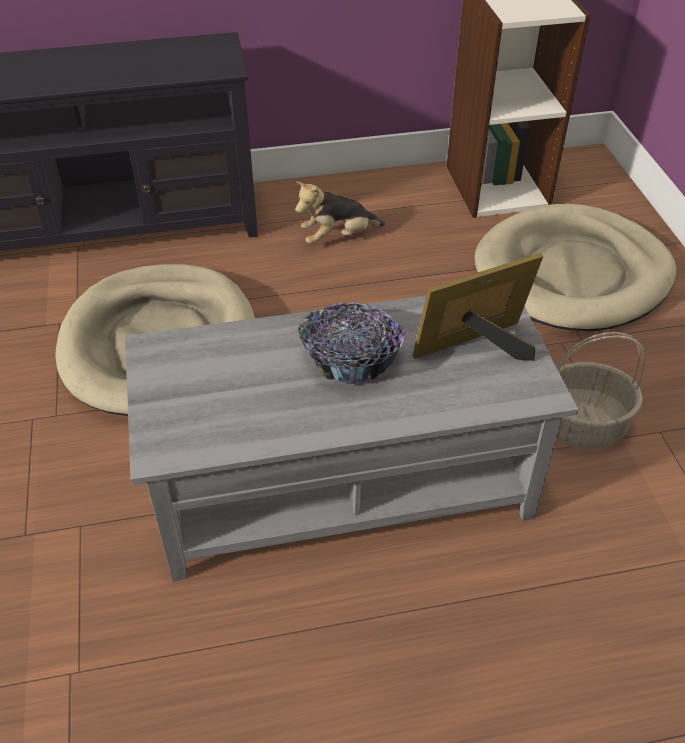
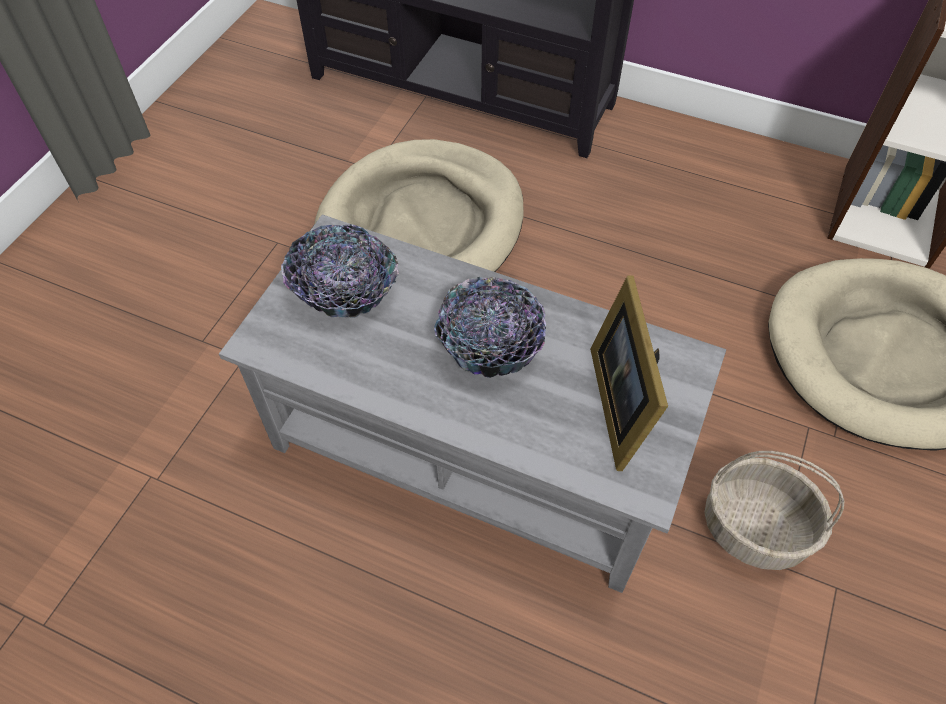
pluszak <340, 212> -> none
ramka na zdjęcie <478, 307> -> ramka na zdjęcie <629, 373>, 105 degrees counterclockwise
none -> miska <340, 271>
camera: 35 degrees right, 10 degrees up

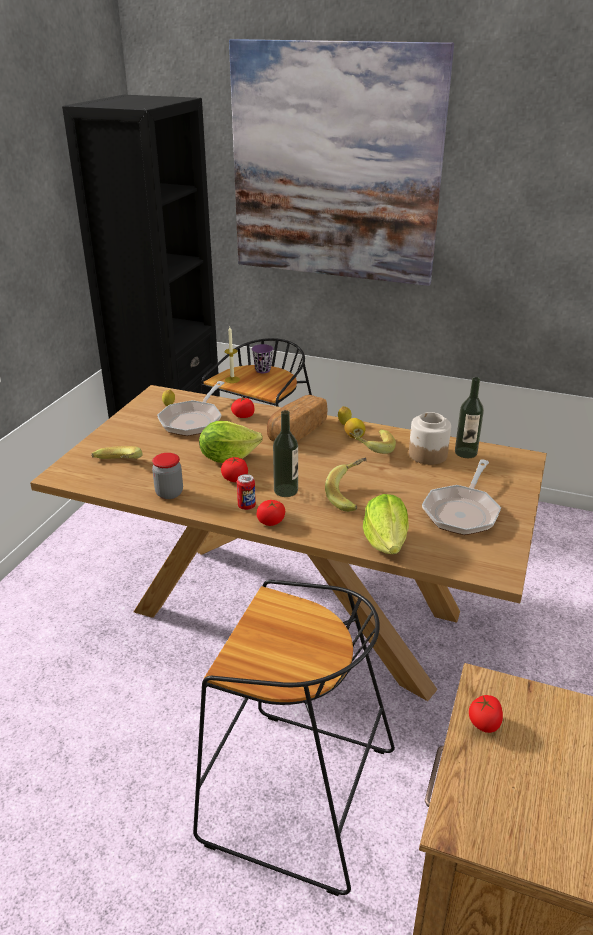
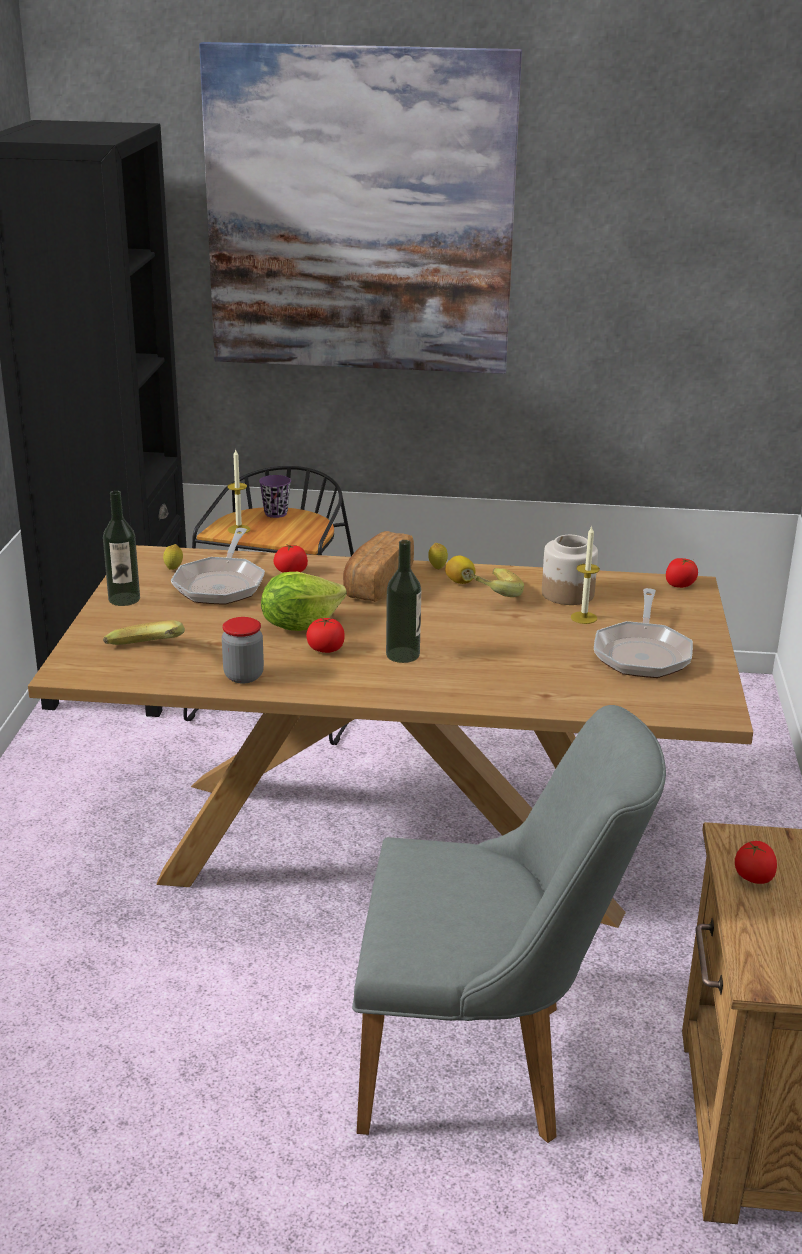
stołek [czarny] <294, 738> -> krzesło [szary] <509, 924>
puszka <246, 492> -> none
pomidor <271, 513> -> pomidor <682, 573>, shifted
banan <346, 485> -> none
sałata <386, 524> -> none
butelka <469, 417> -> butelka <121, 548>, shifted
none -> świeca <585, 575>
camera: 15 degrees left, 5 degrees down

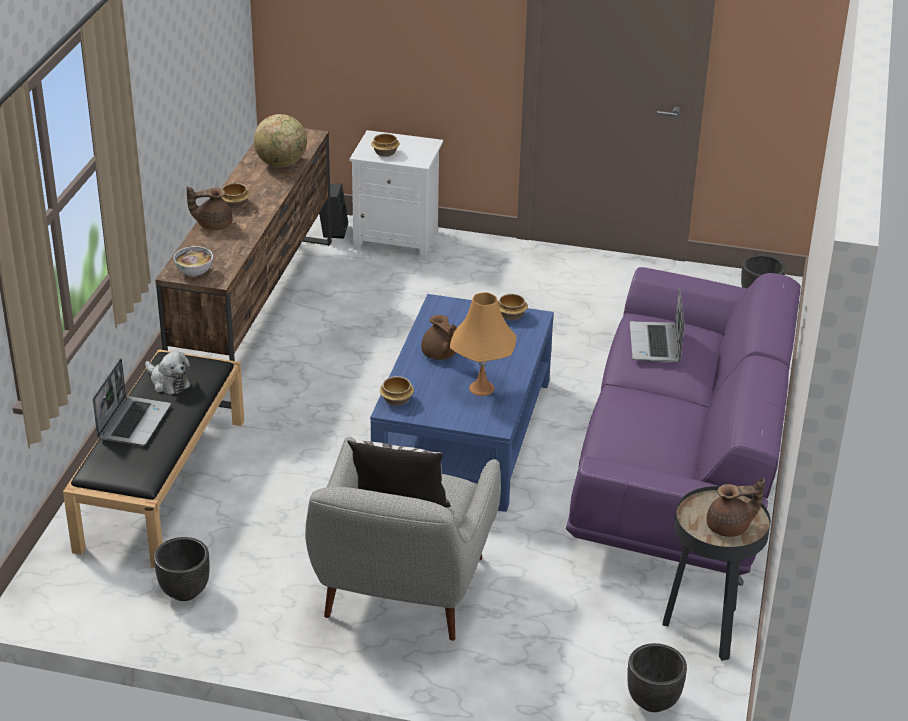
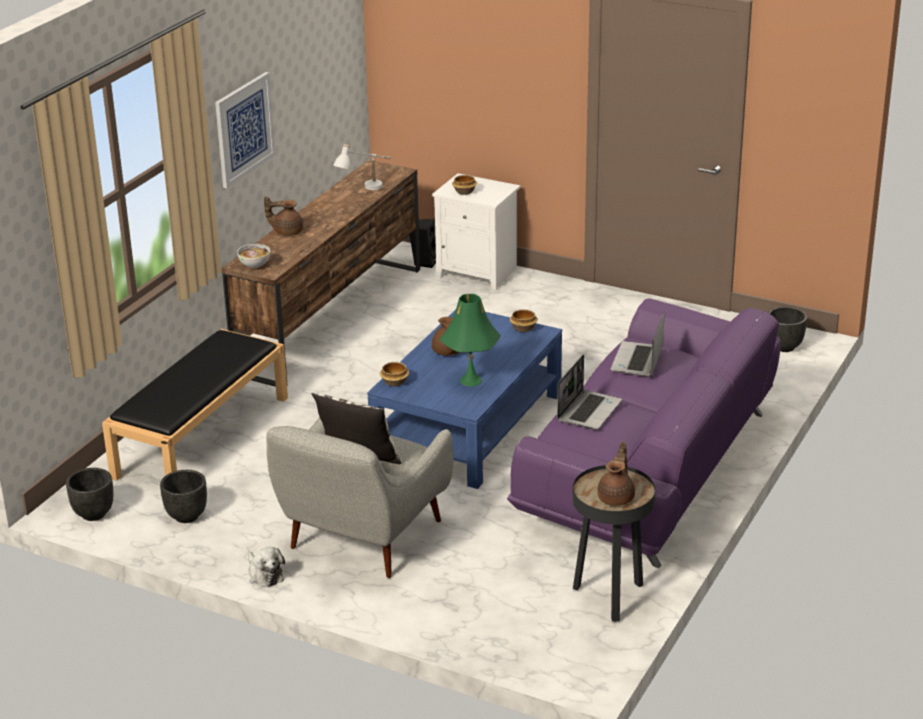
laptop <132, 402> -> laptop <589, 392>, shifted
pluszak <167, 372> -> pluszak <266, 567>, shifted
miska <236, 196> -> none
globus <280, 140> -> lampa stołowa [biały] <362, 167>
lampa stołowa [pomarańczowy] <483, 344> -> lampa stołowa [zielony] <470, 340>
donica [czarny] <657, 677> -> donica [czarny] <89, 494>, shifted
imbryk [brązowy] <736, 507> -> imbryk [brązowy] <616, 473>, 75 degrees counterclockwise
none -> obraz <245, 130>
camera: 15 degrees right, 5 degrees down

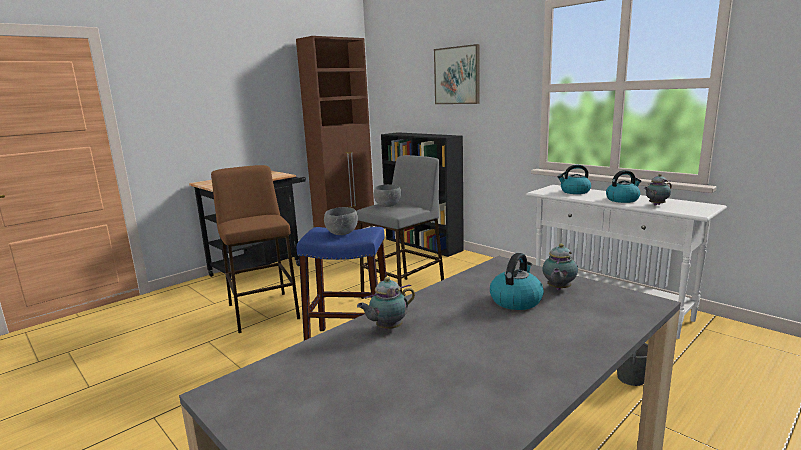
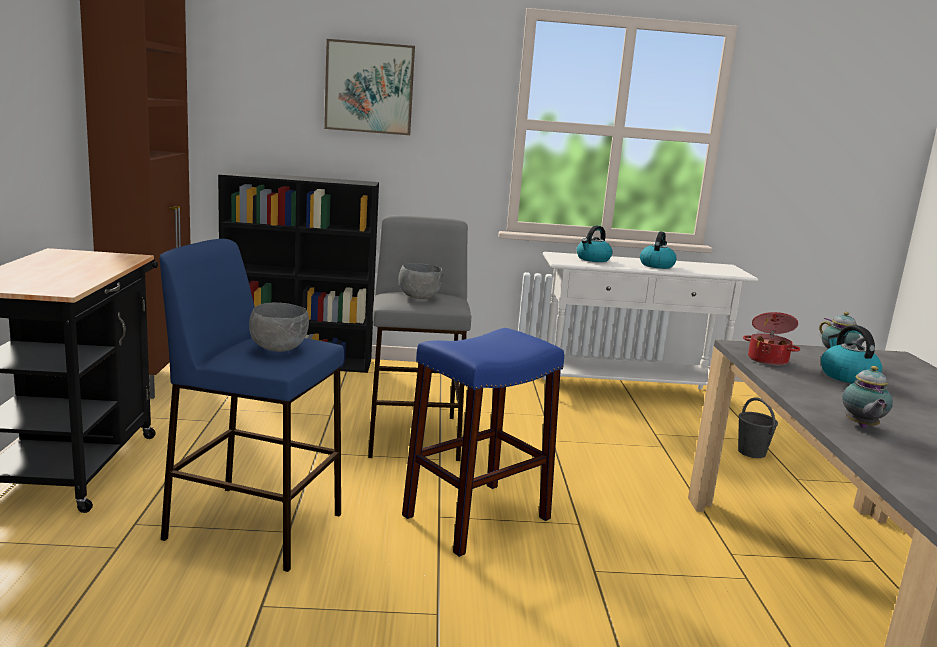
stołek [brązowy] <255, 249> -> stołek [niebieski] <252, 405>
miska [szary] <341, 221> -> miska [szary] <279, 327>, shifted
imbryk <658, 189> -> none
none -> garnek <771, 339>
camera: 50 degrees left, 0 degrees up

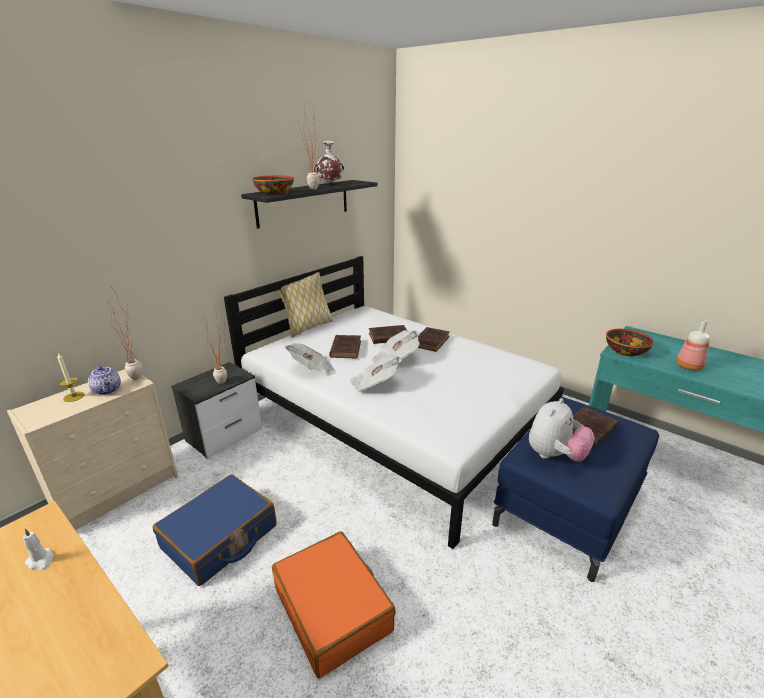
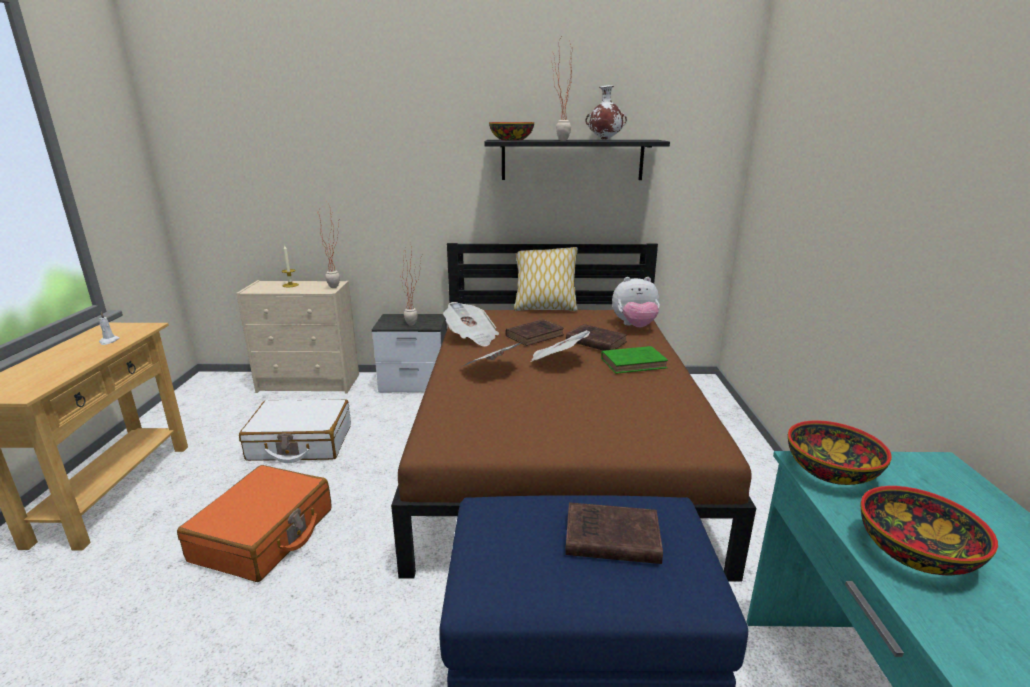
imbryk <104, 380> -> none
walizka [niebieski] <214, 530> -> walizka [biały] <295, 431>
łóżko [biały] <394, 402> -> łóżko [brązowy] <573, 412>
książka [brązowy] <433, 339> -> książka [zielony] <634, 360>
pluszak <562, 430> -> pluszak <636, 302>, shifted
butelka <693, 345> -> miska <929, 530>
camera: 50 degrees right, 5 degrees down

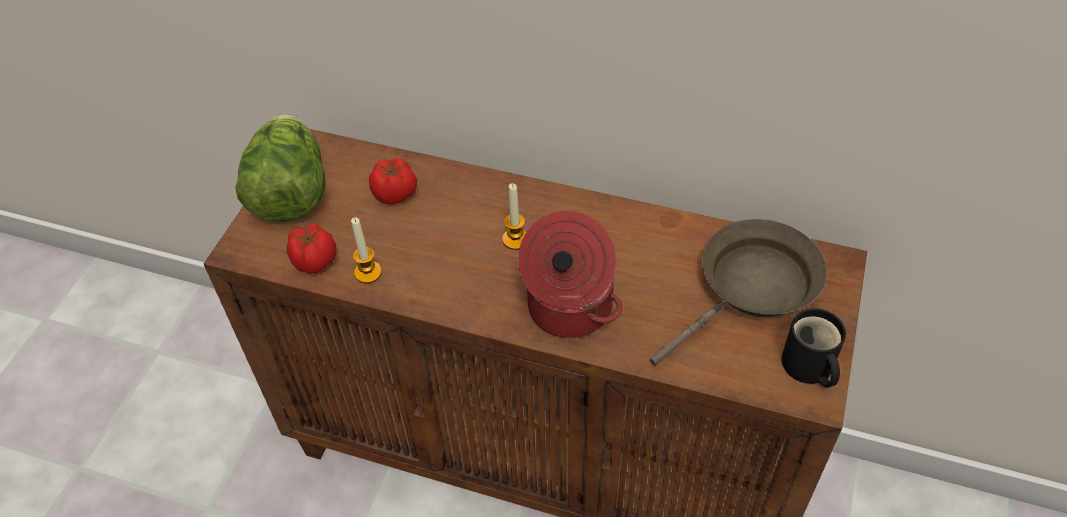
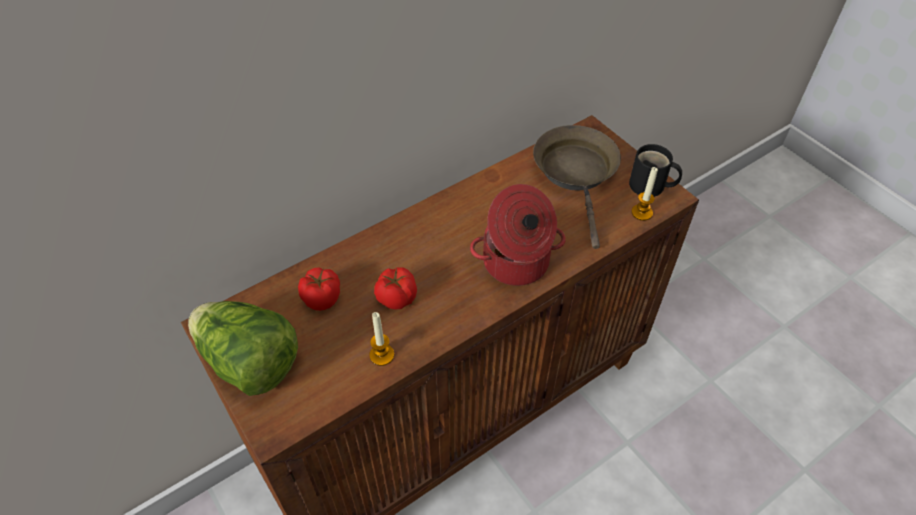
pomidor <312, 249> -> pomidor <395, 288>, shifted
świeca <514, 216> -> świeca <644, 194>, shifted
camera: 55 degrees left, 0 degrees up

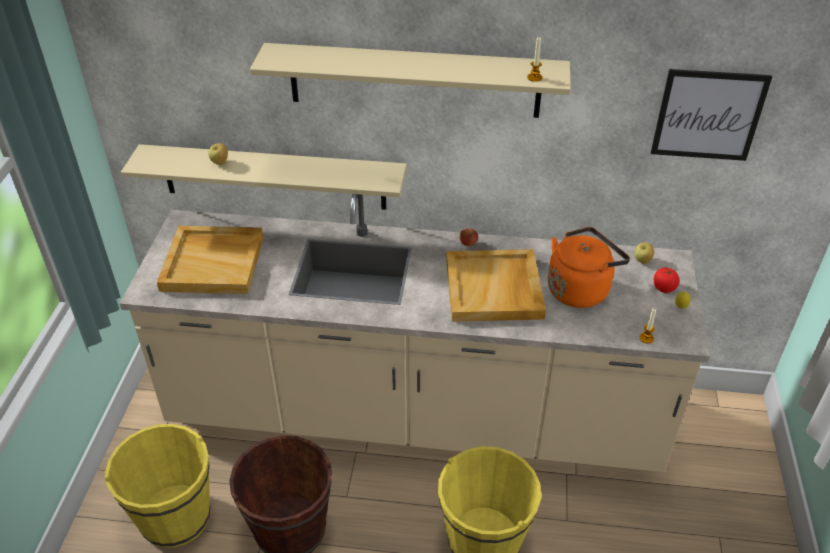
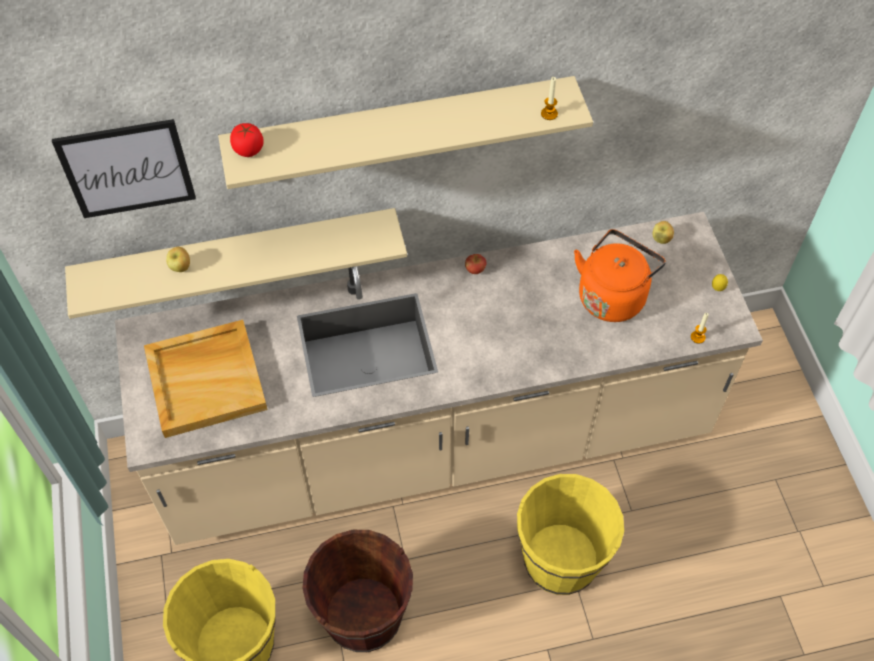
taca [beżowy] <496, 285> -> none
obraz <711, 115> -> obraz <124, 168>, shifted
pomidor <666, 280> -> pomidor <247, 140>, shifted
camera: 20 degrees left, 15 degrees up

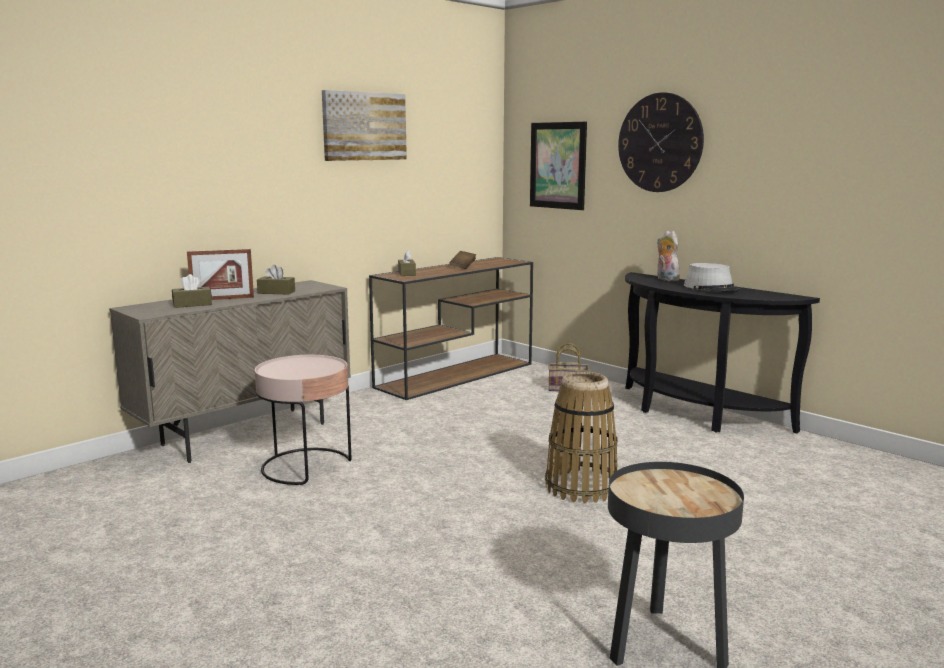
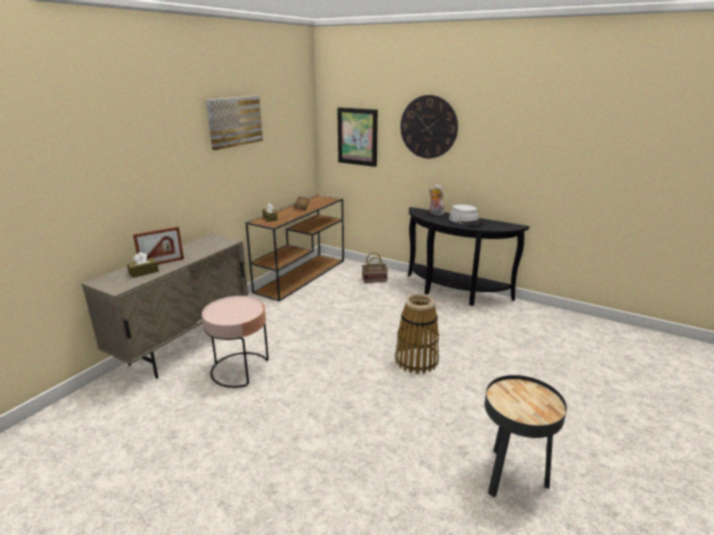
pudełko chusteczek [brązowy] <276, 279> -> none
camera: 15 degrees left, 10 degrees up

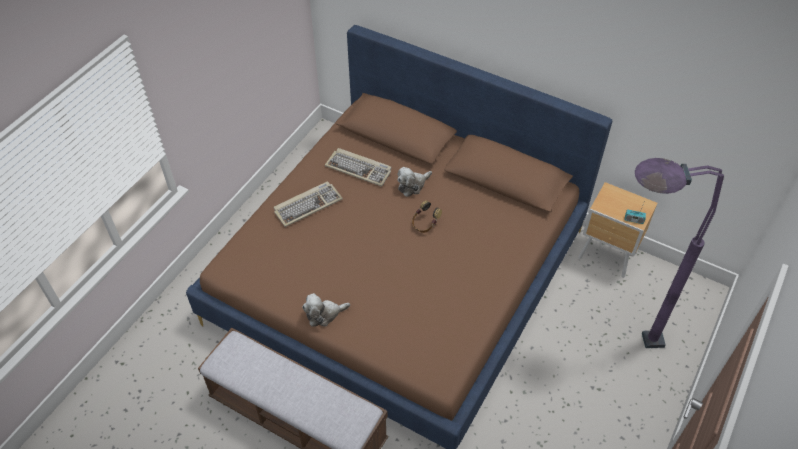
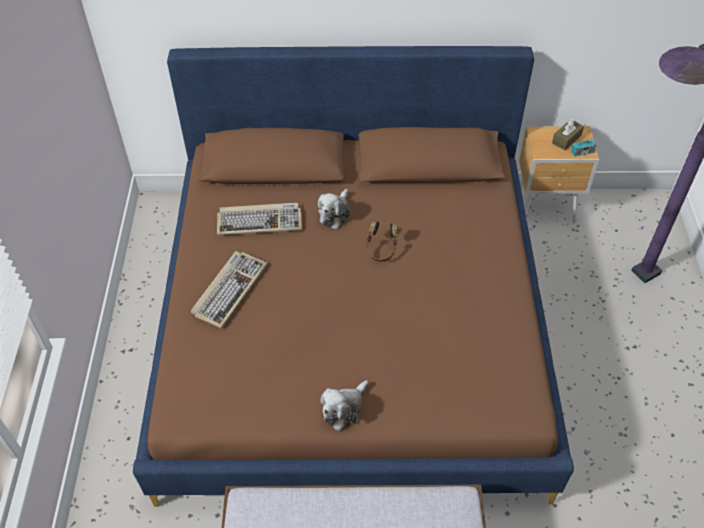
none -> pudełko chusteczek [brązowy] <568, 134>
camera: 30 degrees left, 0 degrees up

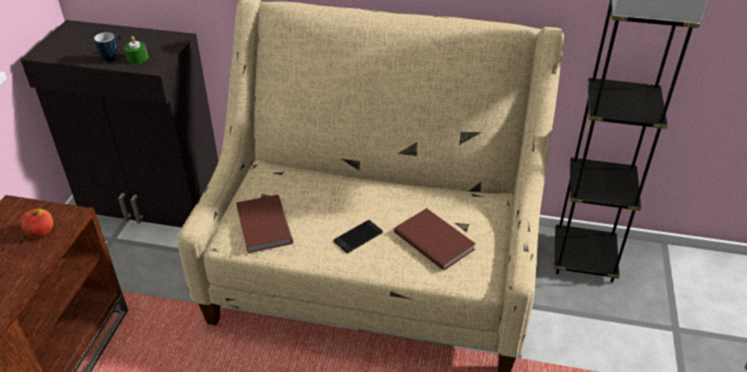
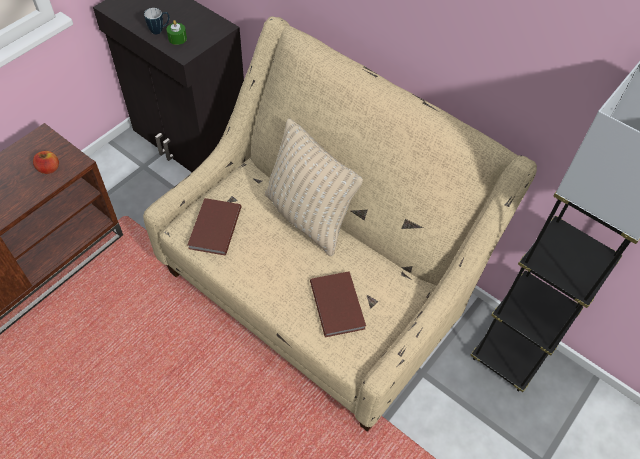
telefon <358, 236> -> none
none -> poduszka [beżowy] <314, 187>
camera: 25 degrees right, 15 degrees up

